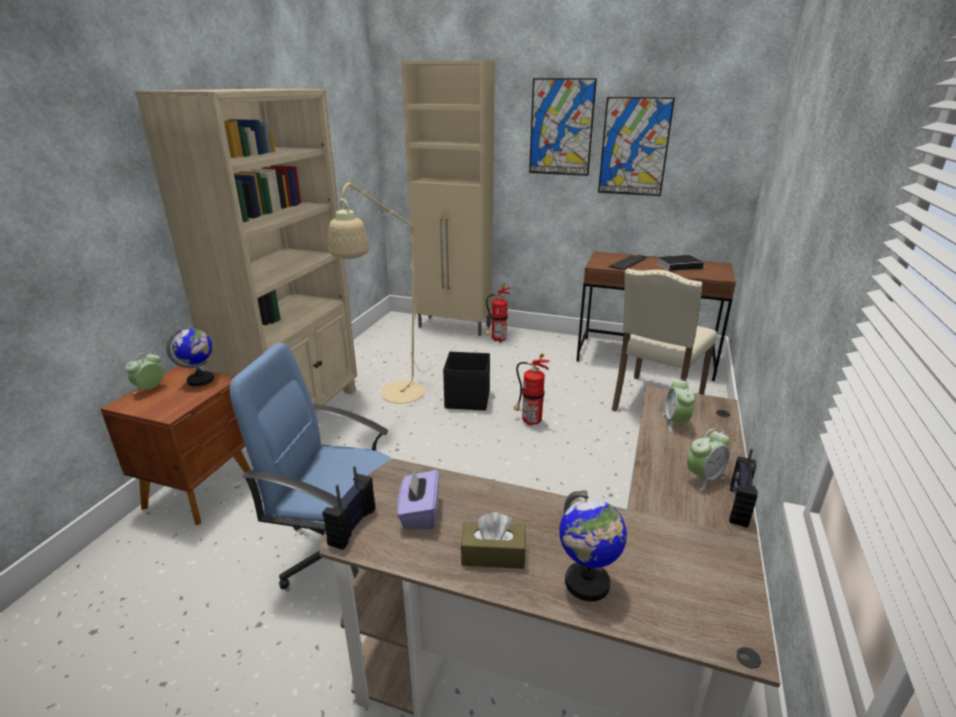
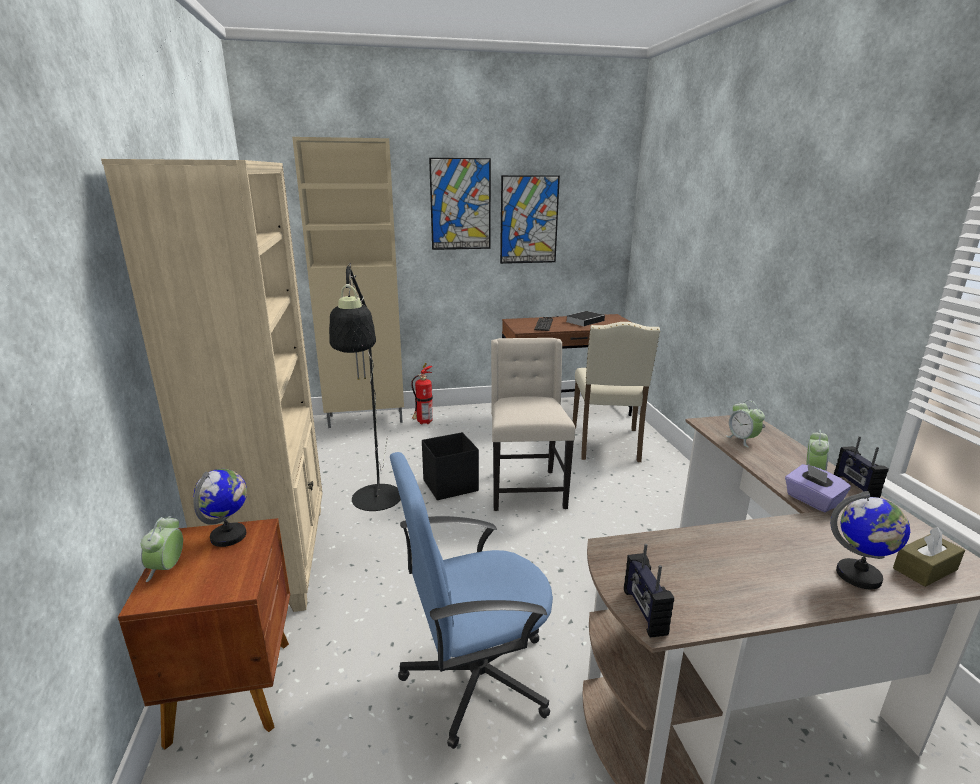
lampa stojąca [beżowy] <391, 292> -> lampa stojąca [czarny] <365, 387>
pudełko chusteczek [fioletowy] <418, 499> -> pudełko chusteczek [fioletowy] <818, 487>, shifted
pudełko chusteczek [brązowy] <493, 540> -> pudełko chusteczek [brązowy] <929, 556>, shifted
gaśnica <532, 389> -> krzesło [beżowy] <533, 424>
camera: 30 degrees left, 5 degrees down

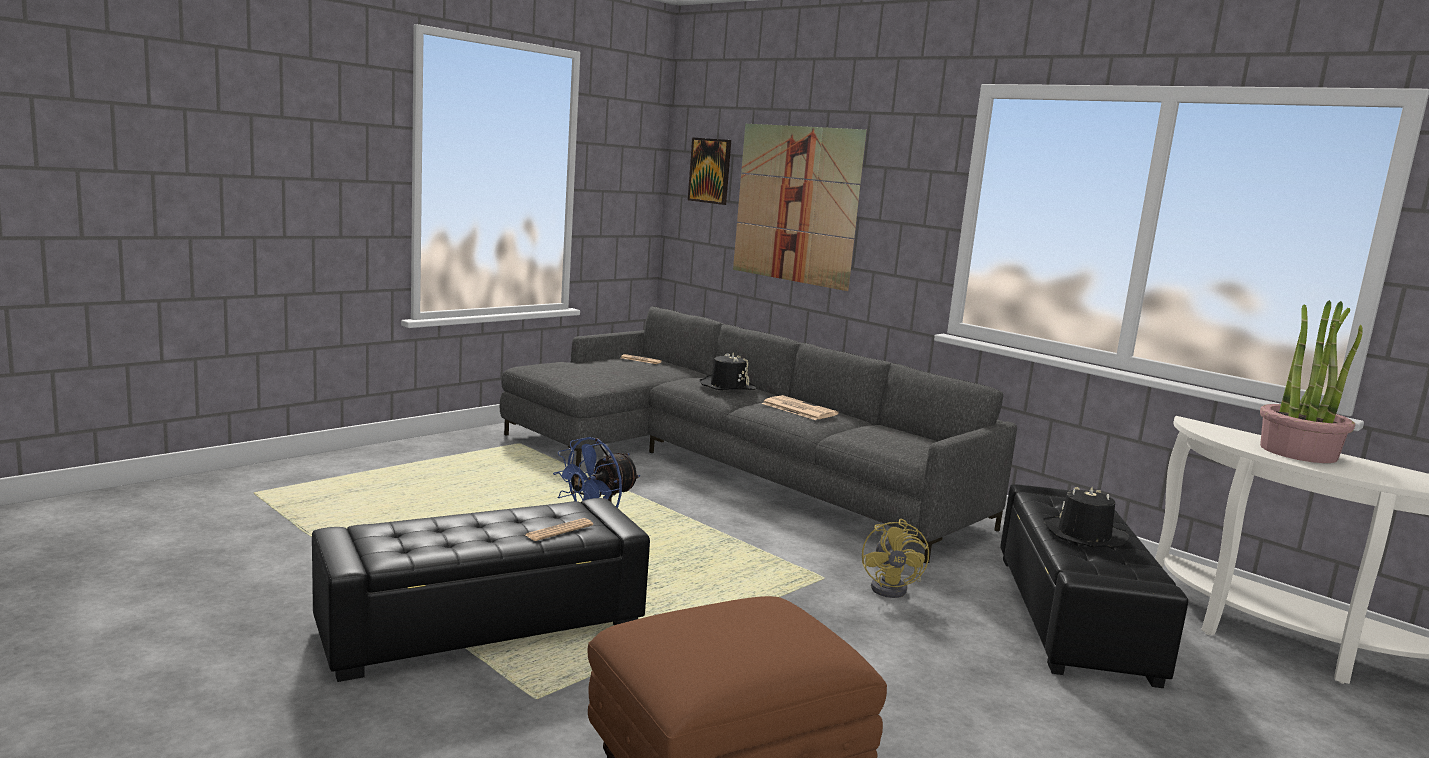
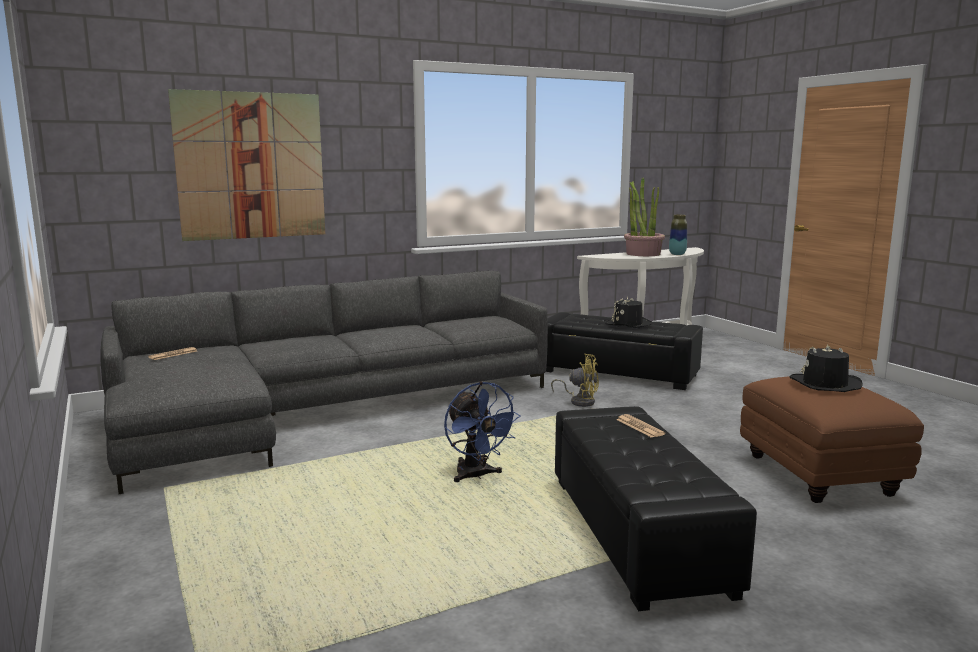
obraz <709, 171> -> none
kapelusz [czarny] <728, 371> -> kapelusz [czarny] <826, 368>, shifted
gazeta <800, 407> -> none
none -> wazon <678, 235>
camera: 70 degrees left, 0 degrees up

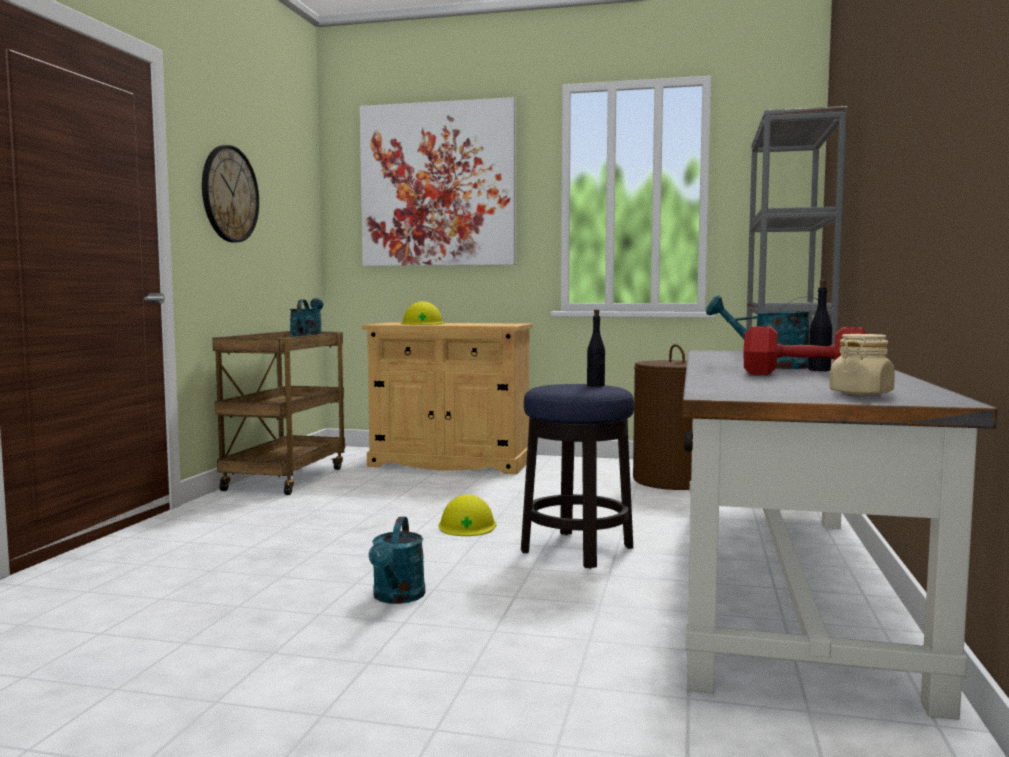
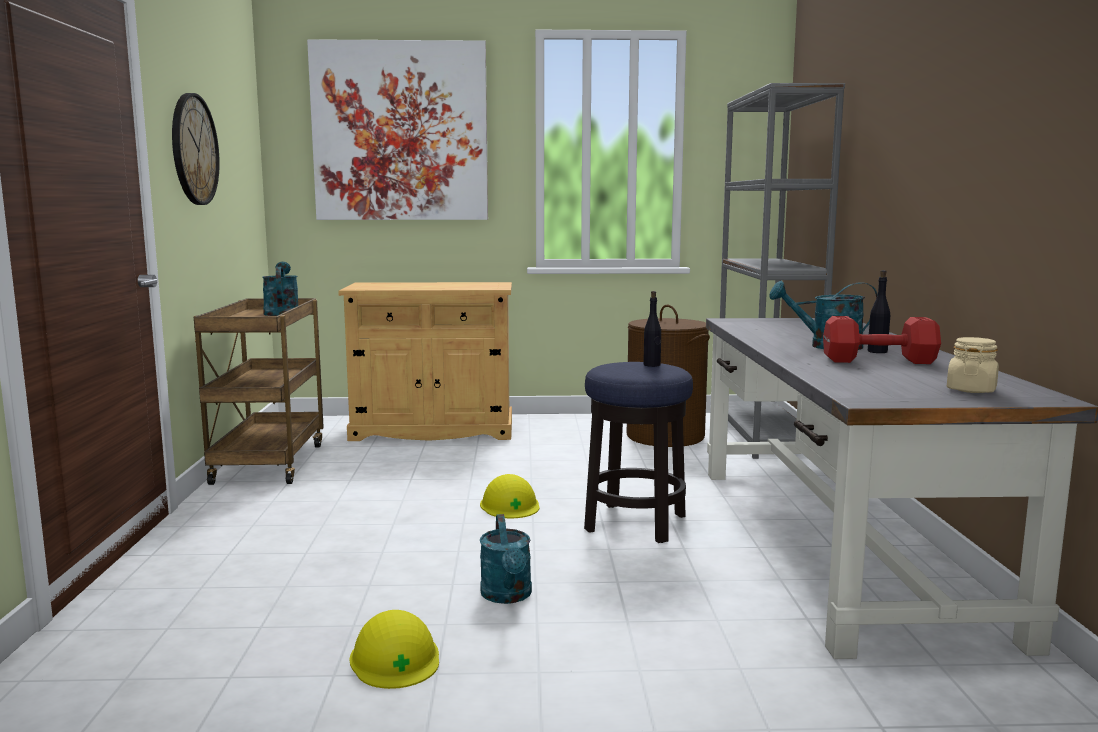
kask [żółty] <422, 313> -> kask [żółty] <394, 649>, shifted
camera: 15 degrees left, 5 degrees up

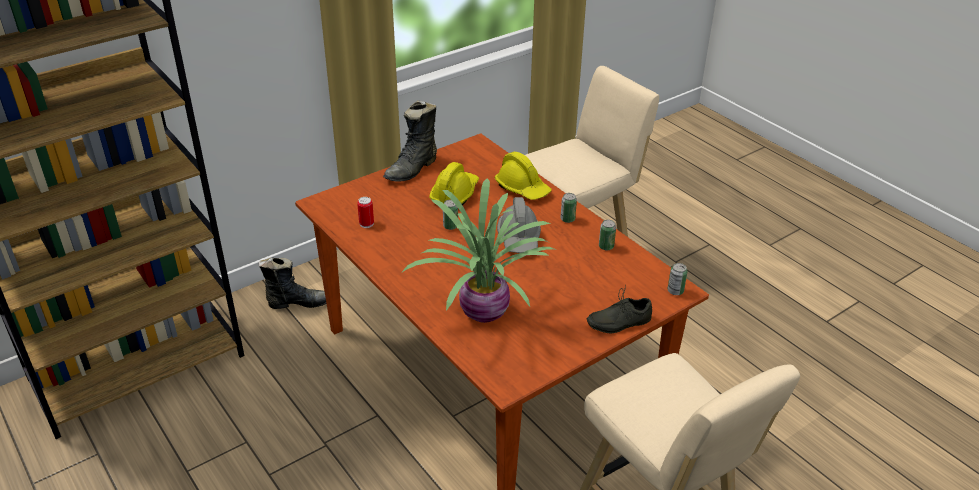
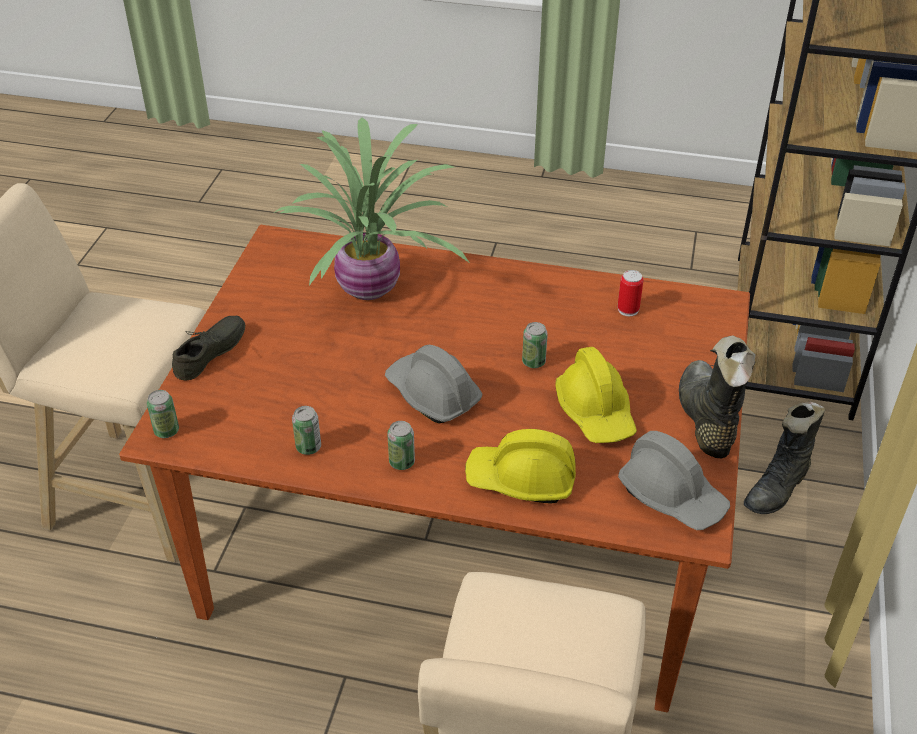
none -> kask [szary] <674, 480>
camera: 140 degrees right, 5 degrees up

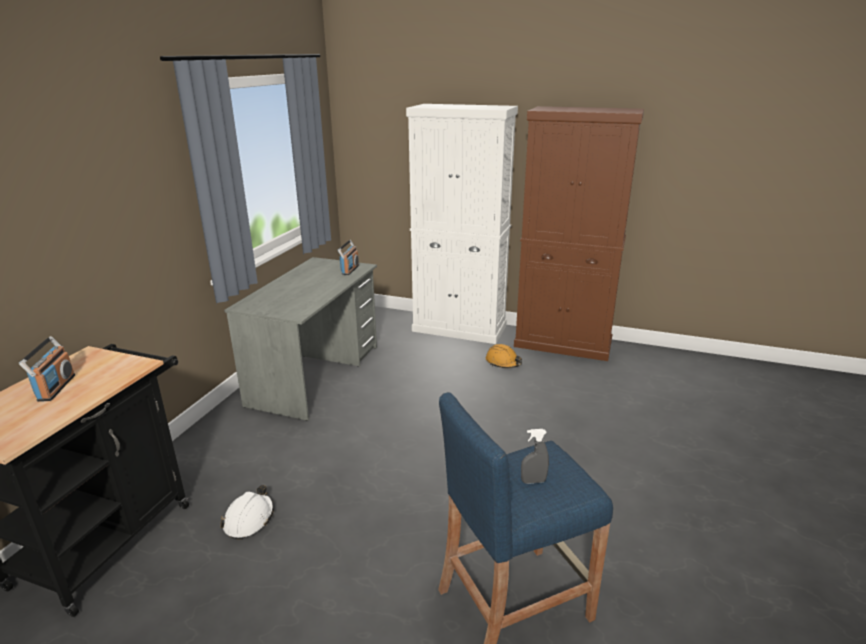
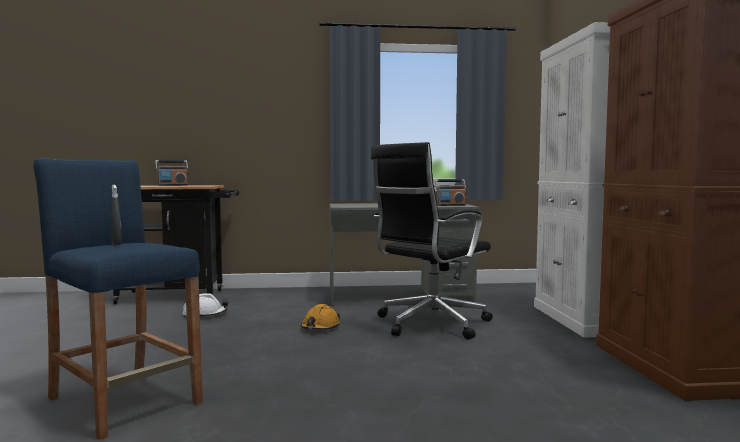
kask [pomarańczowy] <504, 356> -> kask [pomarańczowy] <321, 317>, shifted
none -> krzesło biurowe [czarny] <432, 241>
camera: 65 degrees right, 20 degrees down

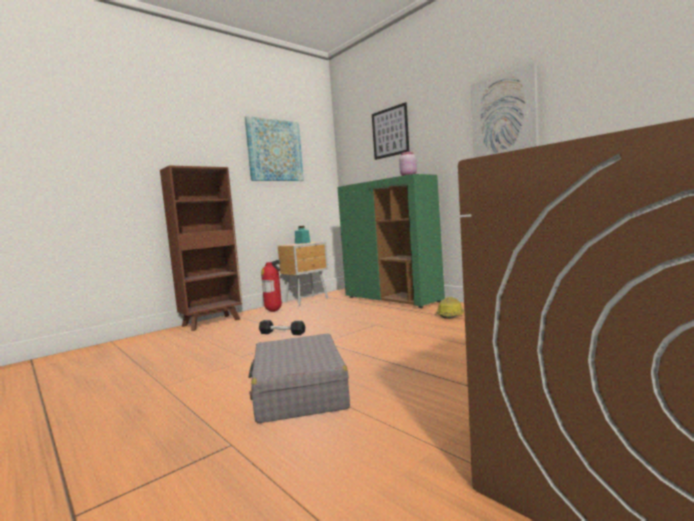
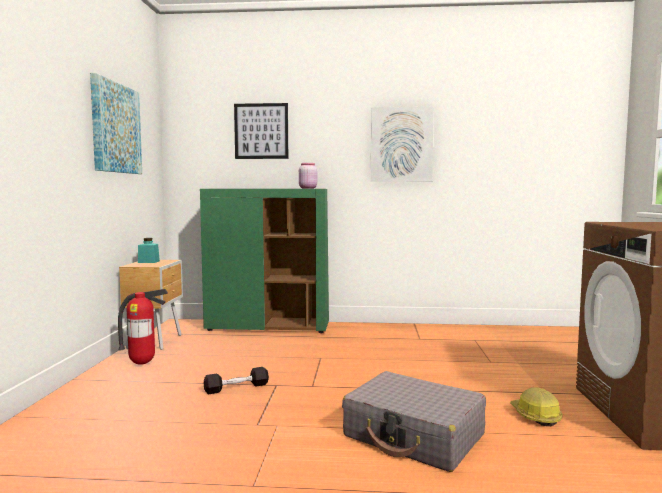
regał [brązowy] <201, 248> -> none
kask <450, 308> -> kask <536, 406>, shifted
camera: 45 degrees left, 0 degrees up

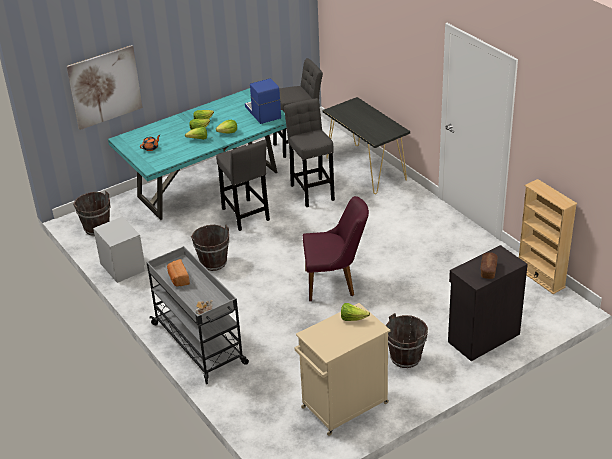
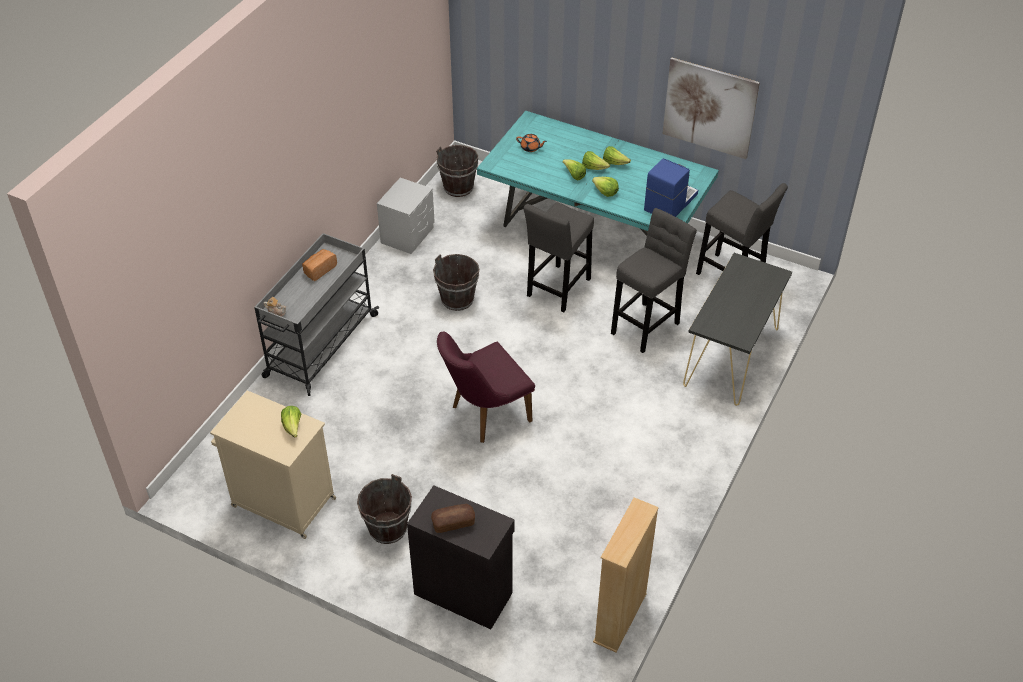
obraz <105, 87> -> obraz <711, 108>, shifted
krzesło [fioletowy] <336, 248> -> krzesło [fioletowy] <486, 387>, 90 degrees clockwise
camera: 60 degrees right, 10 degrees up

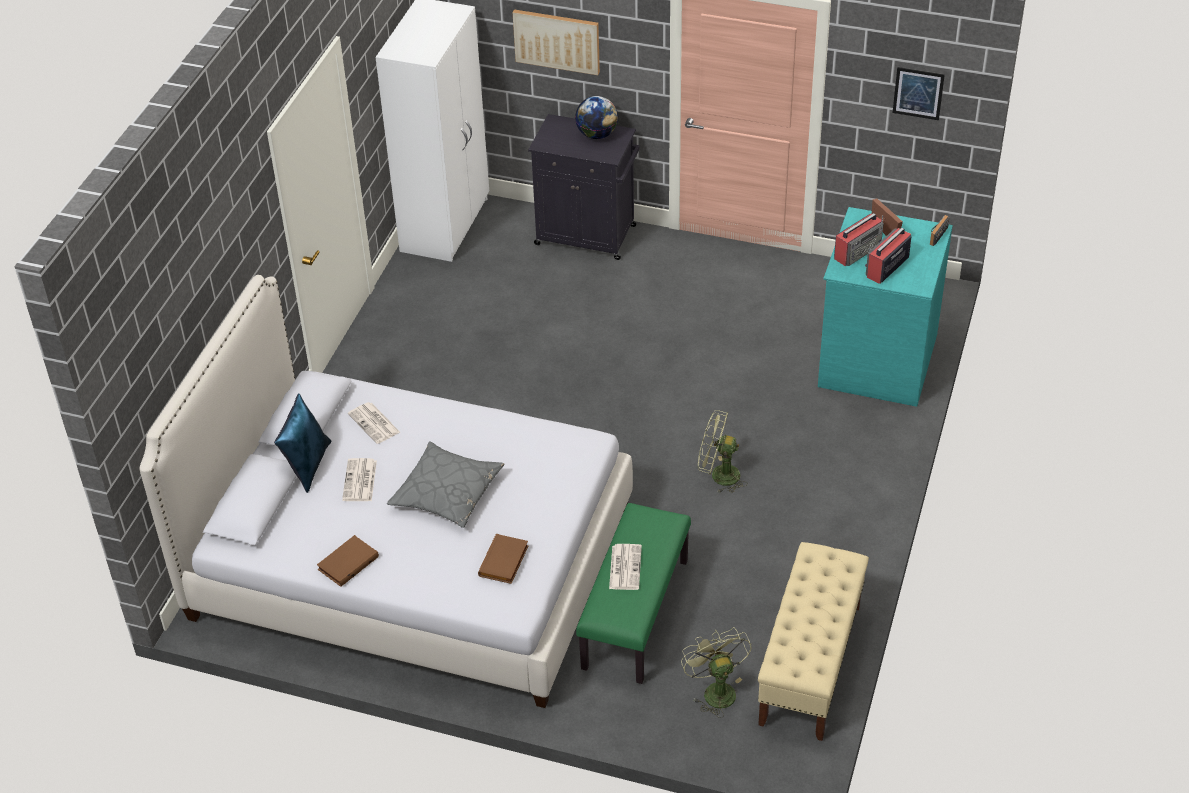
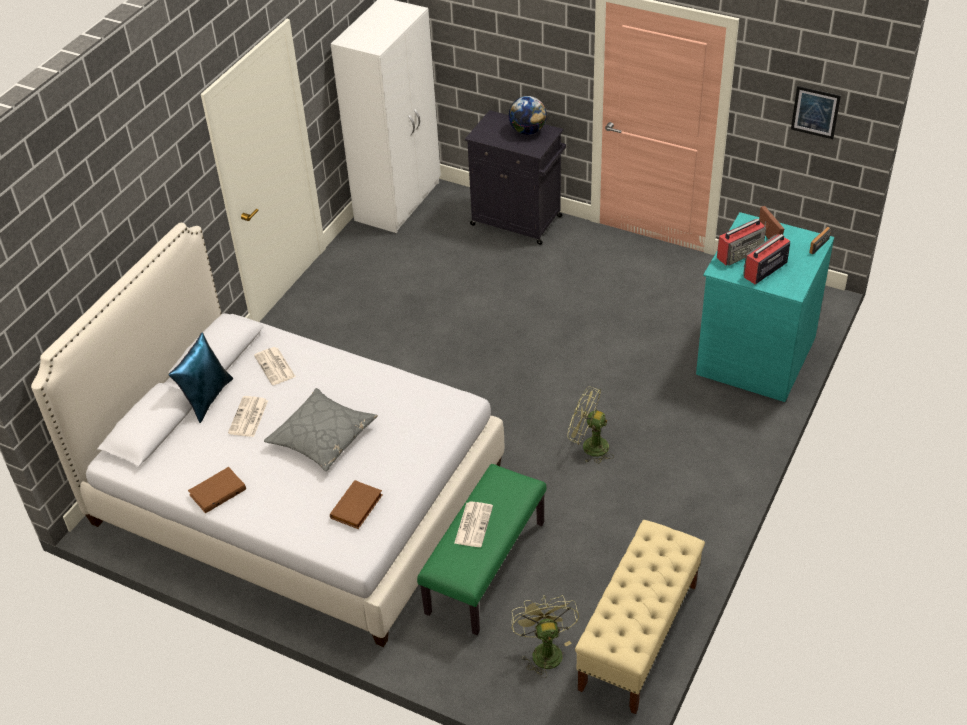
obraz <556, 42> -> none
camera: 10 degrees right, 0 degrees up

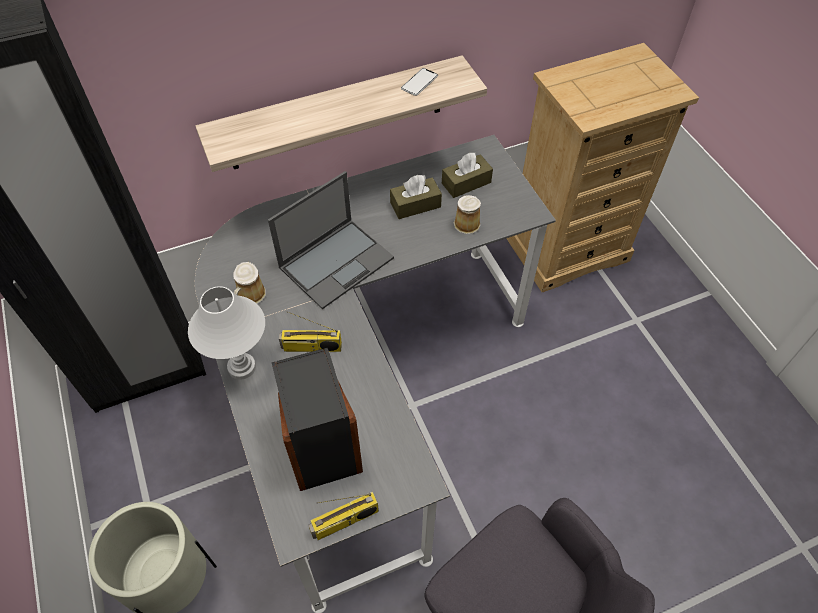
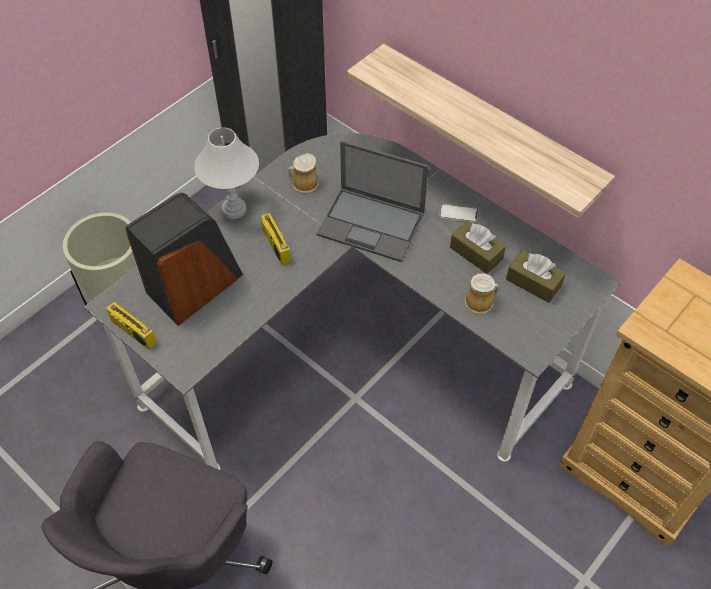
telefon <419, 82> -> telefon <458, 213>, shifted
camera: 65 degrees right, 0 degrees up

